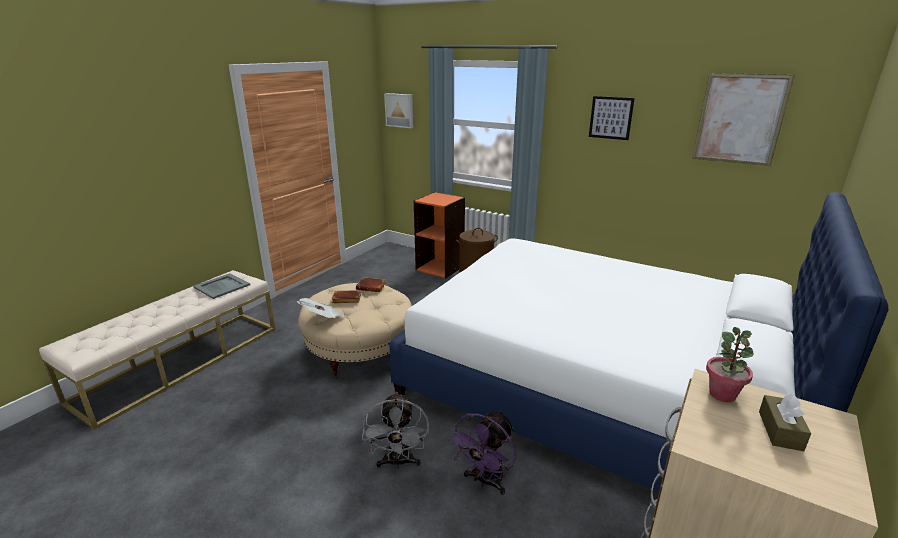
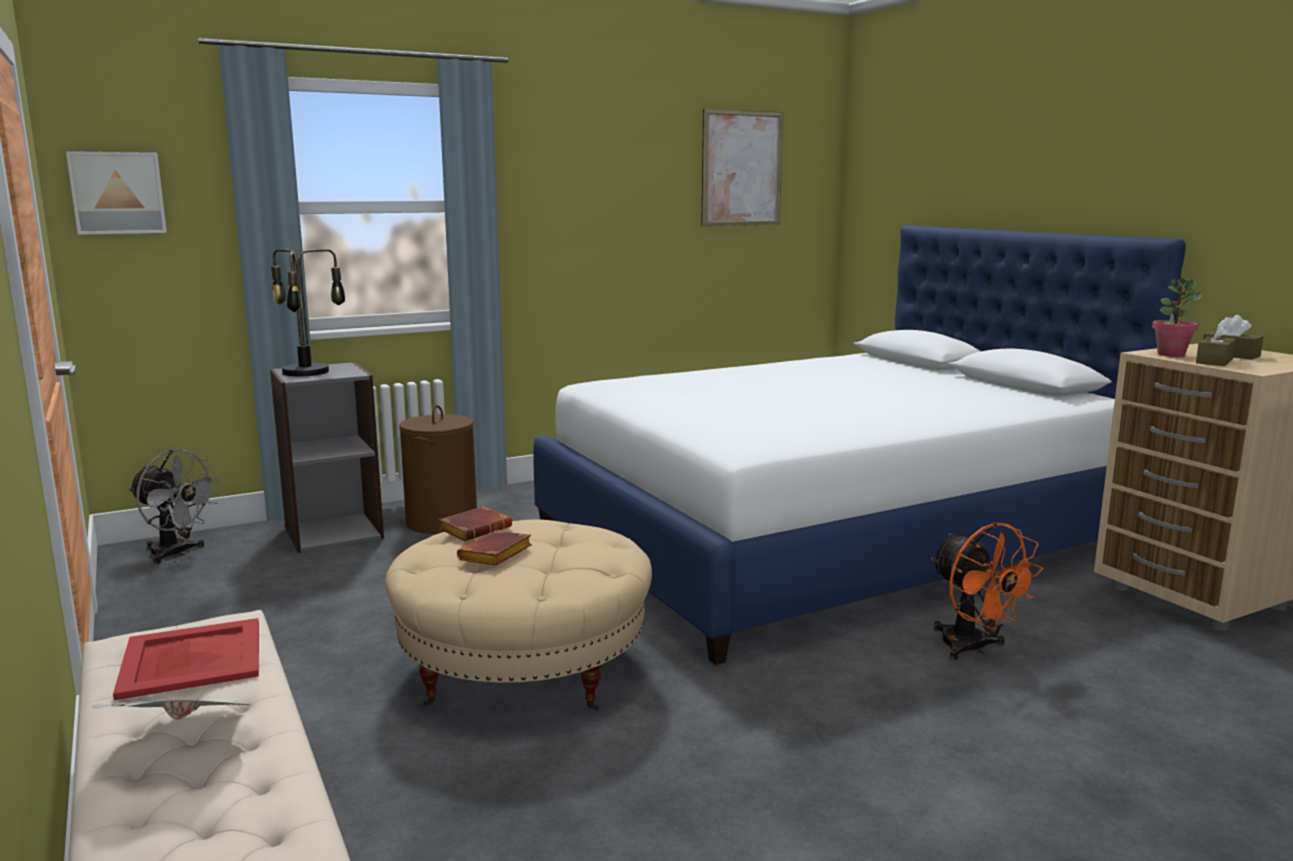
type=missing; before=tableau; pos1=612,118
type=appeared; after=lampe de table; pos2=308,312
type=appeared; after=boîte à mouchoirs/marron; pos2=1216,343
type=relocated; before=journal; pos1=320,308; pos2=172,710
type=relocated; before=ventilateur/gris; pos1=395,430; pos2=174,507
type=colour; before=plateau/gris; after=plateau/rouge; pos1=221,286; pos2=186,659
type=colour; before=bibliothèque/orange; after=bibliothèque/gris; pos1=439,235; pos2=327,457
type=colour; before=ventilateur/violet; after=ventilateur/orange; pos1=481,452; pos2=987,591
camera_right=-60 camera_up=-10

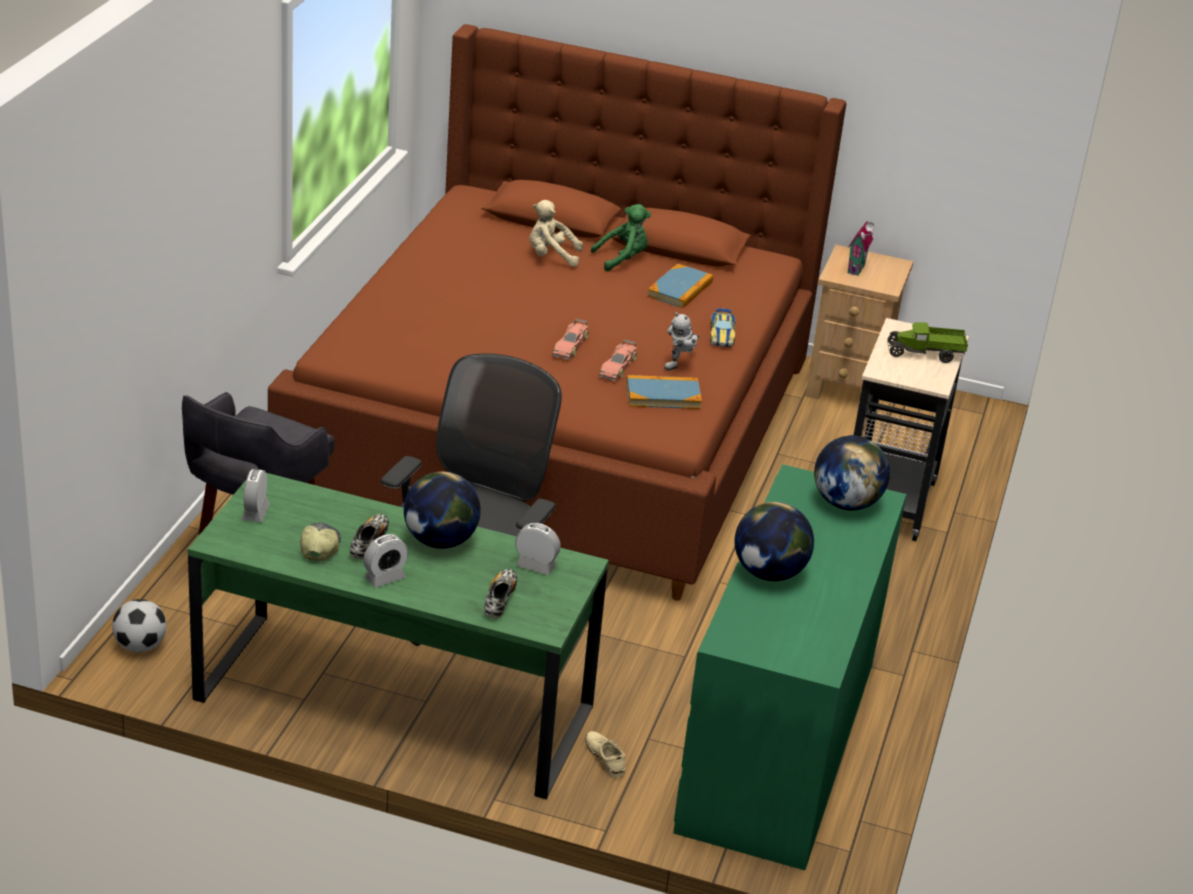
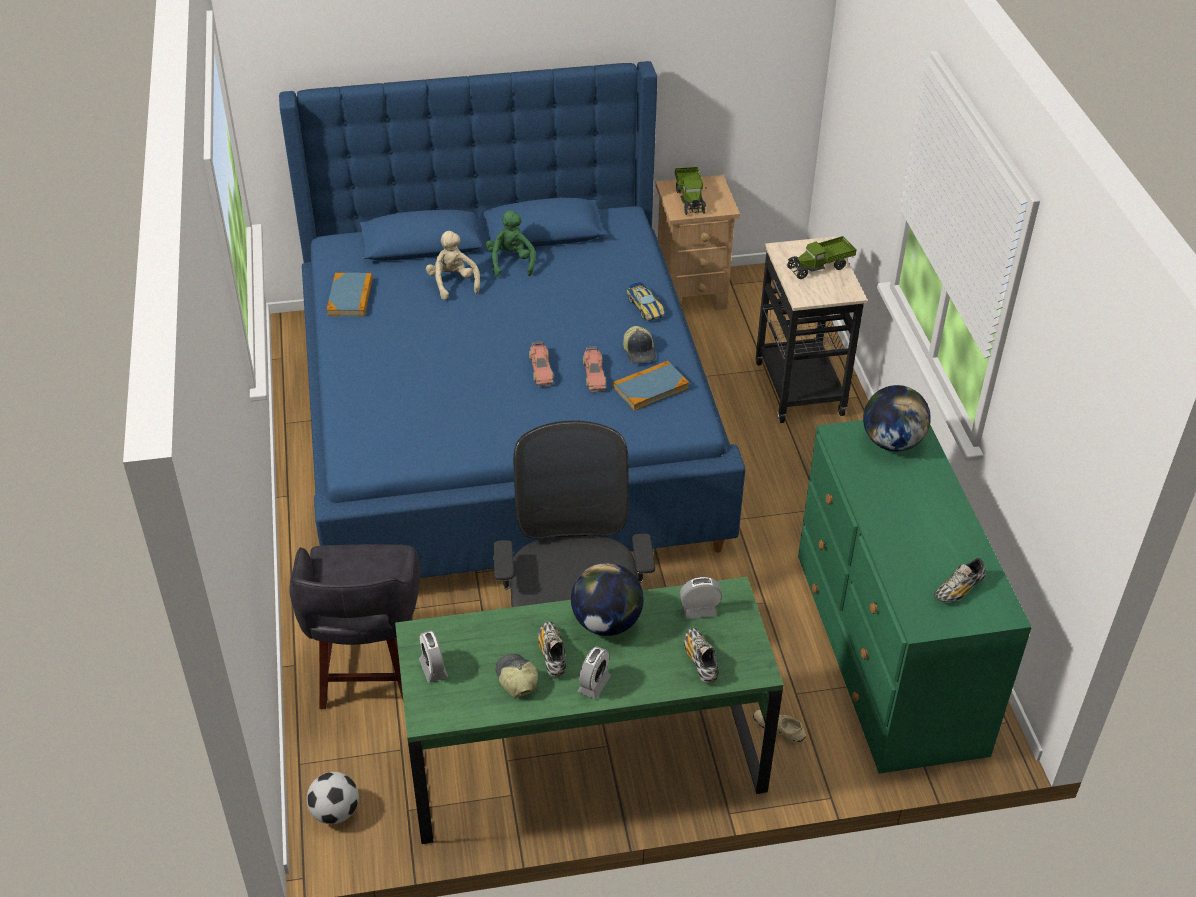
type=missing; before=globe; pos1=774,541
type=appeared; after=chaussure; pos2=960,580
type=relocated; before=livre; pos1=680,286; pos2=349,295
type=exchanged; before=robot jouet; after=casquette; pos1=681,341; pos2=639,345
type=exchanged; before=maison miniature; after=camion jouet; pos1=861,248; pos2=691,191
type=colour; before=lit/marron; after=lit/bleu; pos1=557,312; pos2=512,319
type=spun; before=peluche/beige; pos1=556,233; pos2=453,265; turn=90
type=spun; before=peluche/vert; pos1=621,237; pos2=511,243; turn=-45
camera_right=-25 camera_up=10

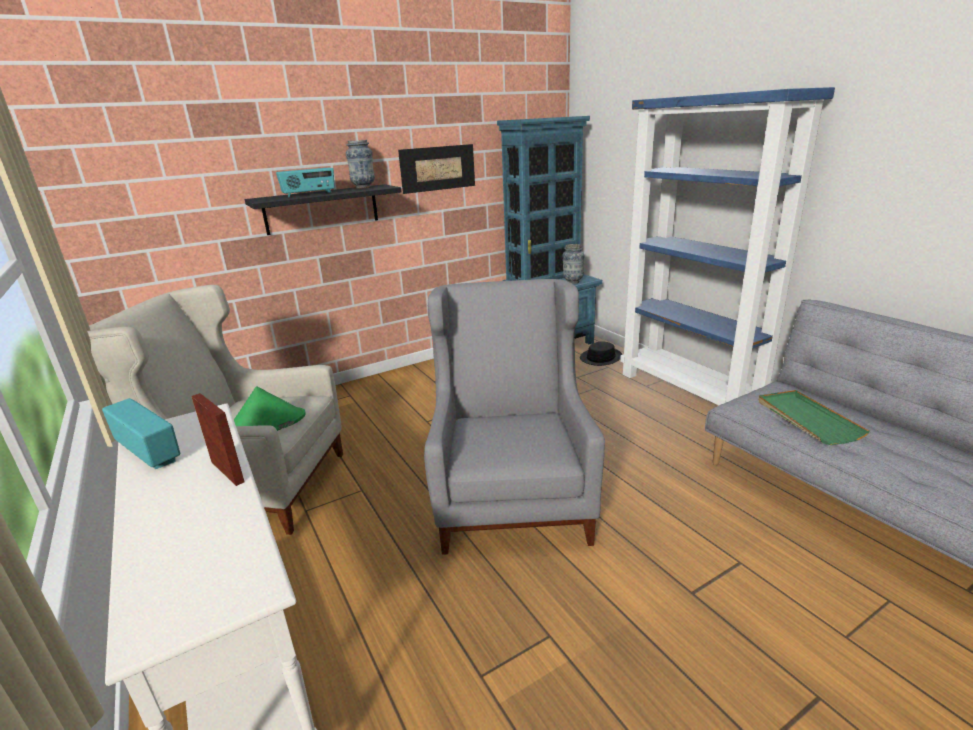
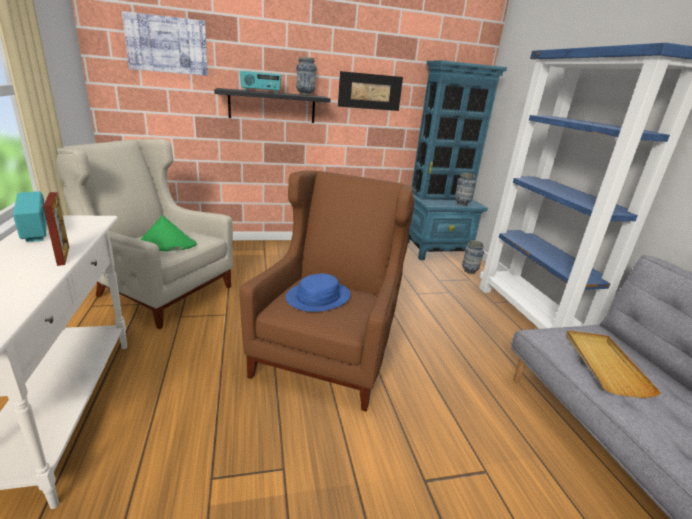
type=appeared; after=tableau; pos2=165,43
type=appeared; after=chapeau/bleu; pos2=318,292
type=exchanged; before=chapeau/noir; after=vase; pos1=601,353; pos2=473,257
type=colour; before=fauteuil/gris; after=fauteuil/marron; pos1=514,417; pos2=327,290
type=colour; before=plateau/vert; after=plateau/beige; pos1=814,417; pos2=613,364
camera_right=15 camera_up=0

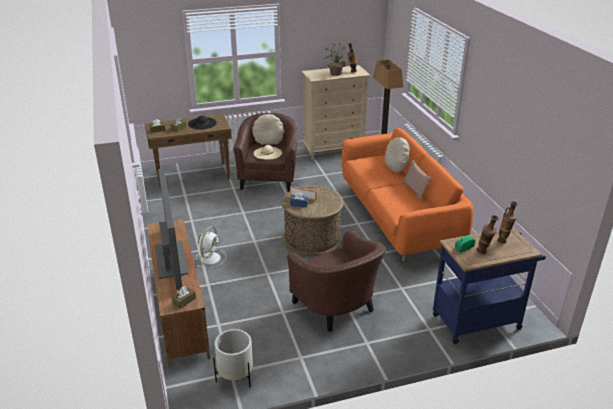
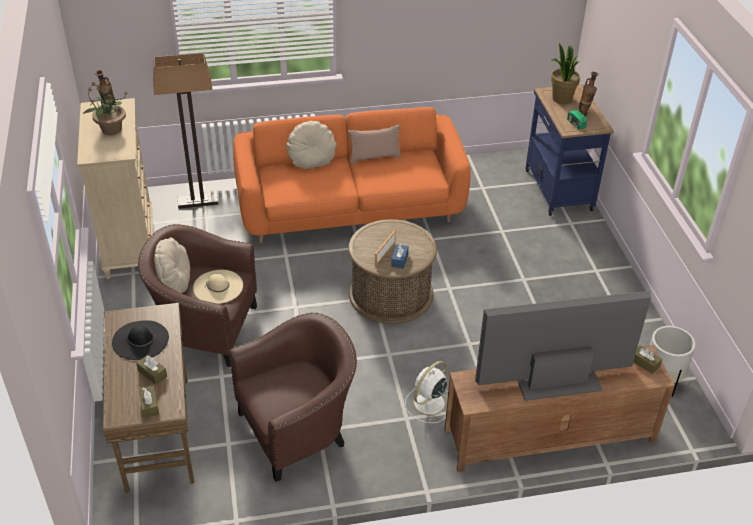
type=relocated; before=fauteuil/marron; pos1=336,280; pos2=293,397
type=exchanged; before=vase; after=plante en pot; pos1=507,222; pos2=565,73
type=spun; before=ventilateur/blanc; pos1=211,247; pos2=426,392; turn=-75
camera_right=-85 camera_up=10

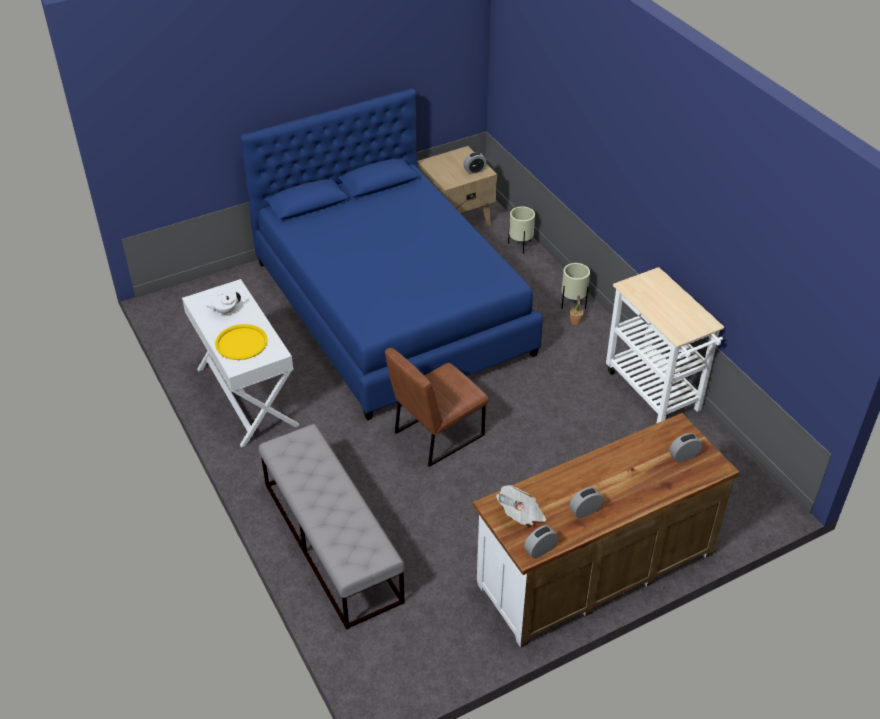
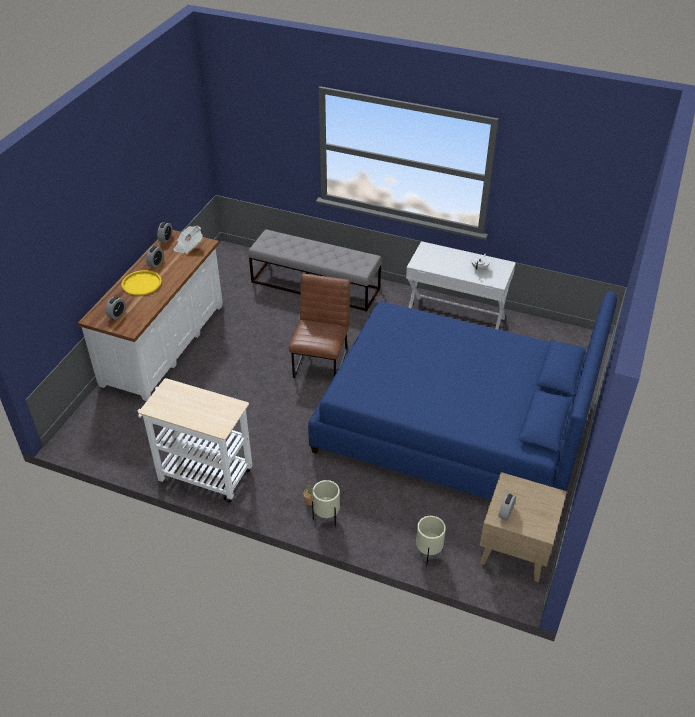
type=relocated; before=plateau/jaune; pos1=241,342; pos2=141,283
camera_right=140 camera_up=0

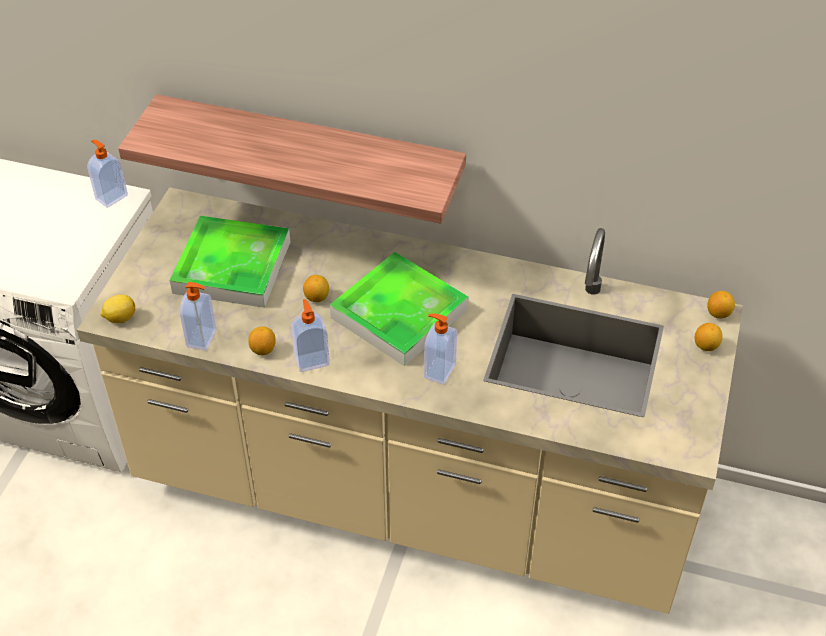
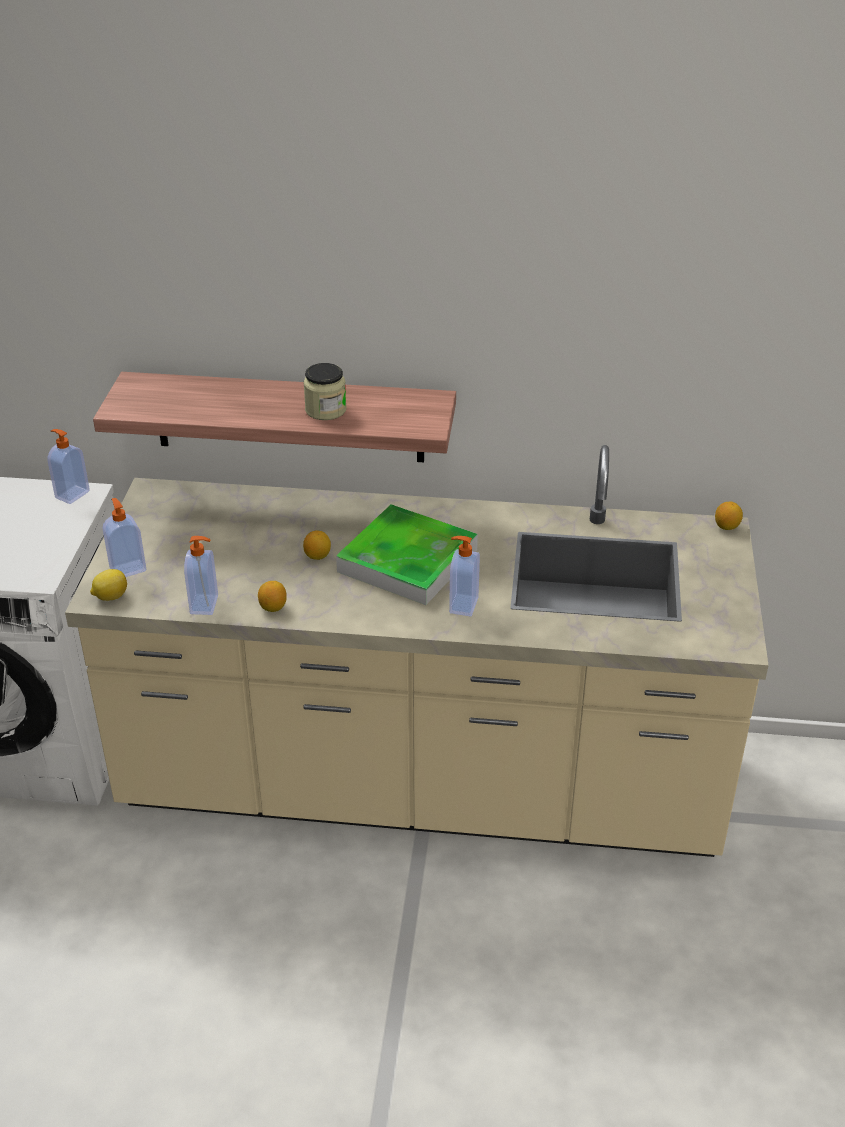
type=missing; before=plateau; pos1=230,262
type=missing; before=citron; pos1=708,337
type=appeared; after=bocal; pos2=325,391
type=relocated; before=distributeur de savon; pos1=310,335; pos2=124,537
camera_right=-10 camera_up=-10

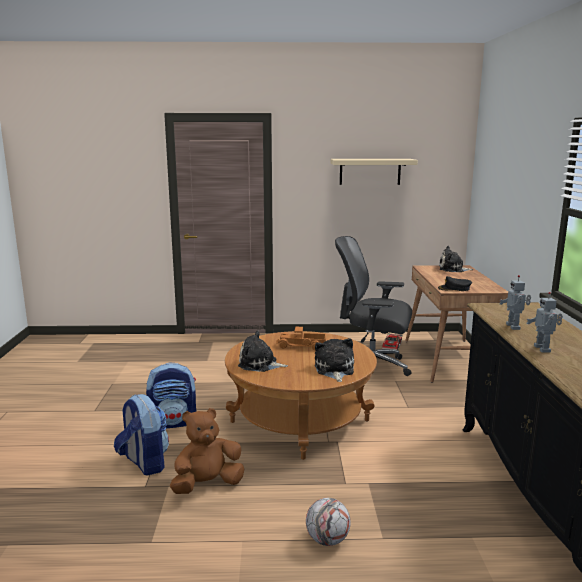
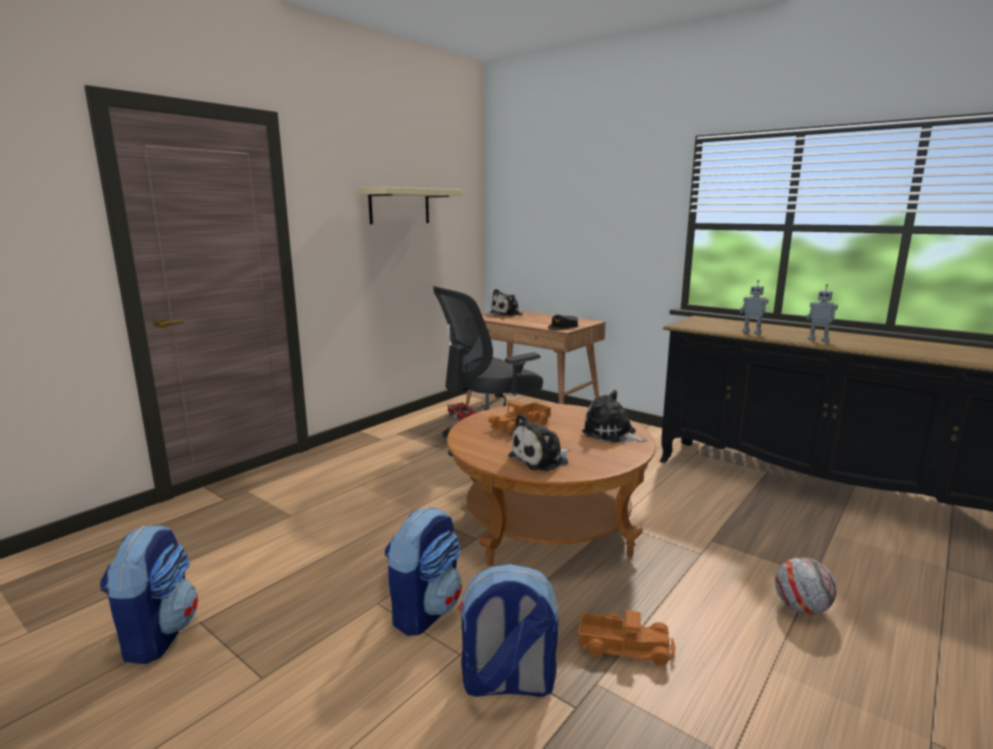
type=appeared; after=sac à dos; pos2=149,594
type=exchanged; before=peluche/marron; after=camion jouet; pos1=207,451; pos2=626,637
camera_right=-50 camera_up=0

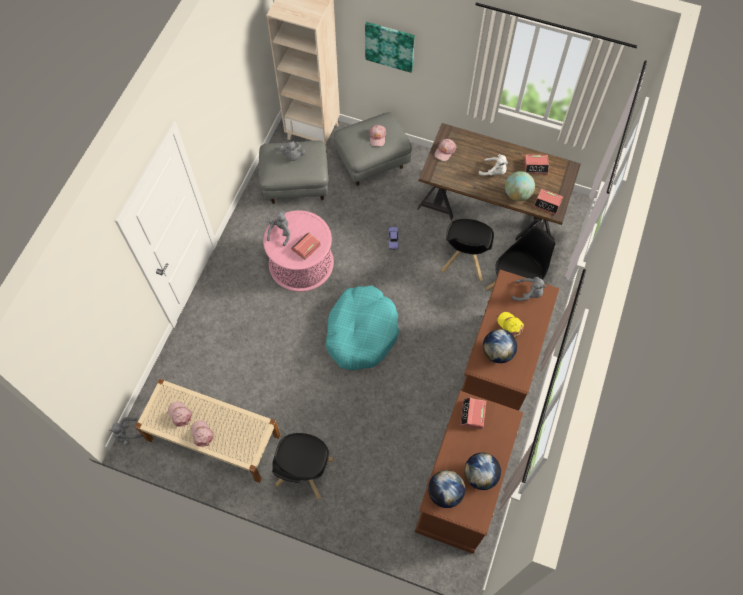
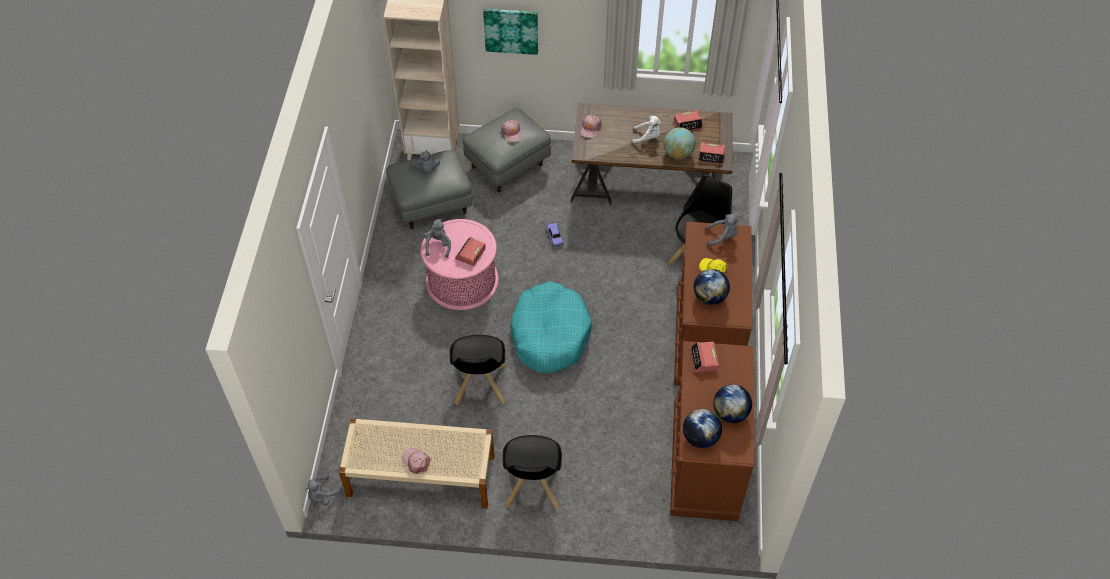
type=missing; before=casquette/rose; pos1=180,414
type=relocated; before=chaise/noir; pos1=467,250; pos2=477,370
camera_right=-15 camera_up=-10

